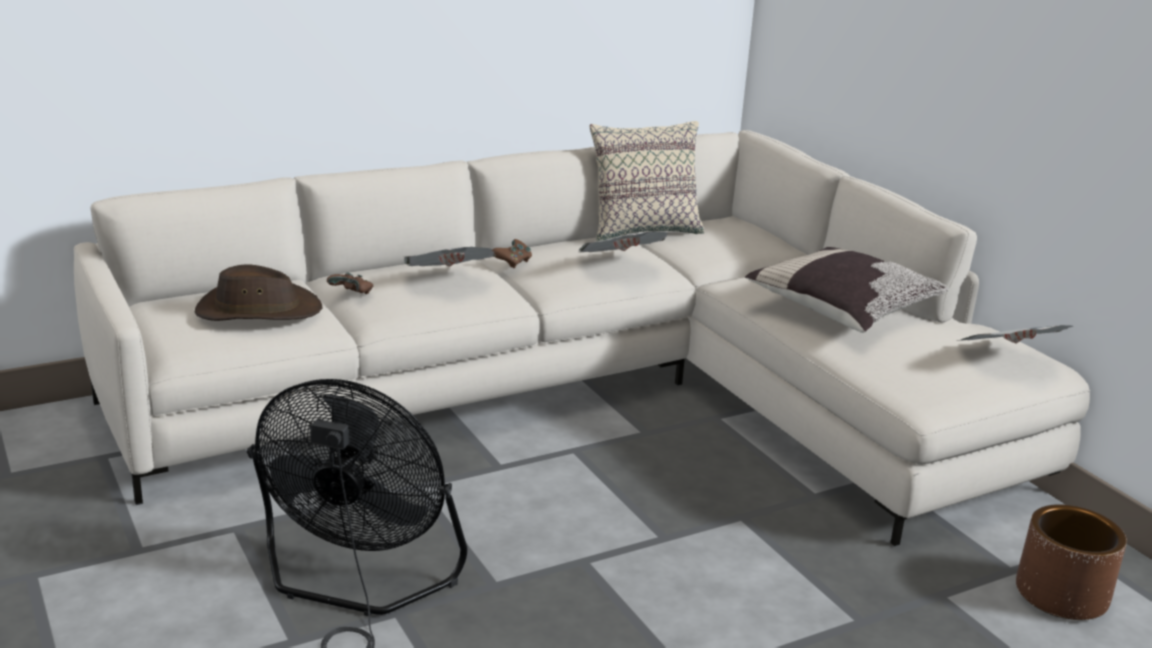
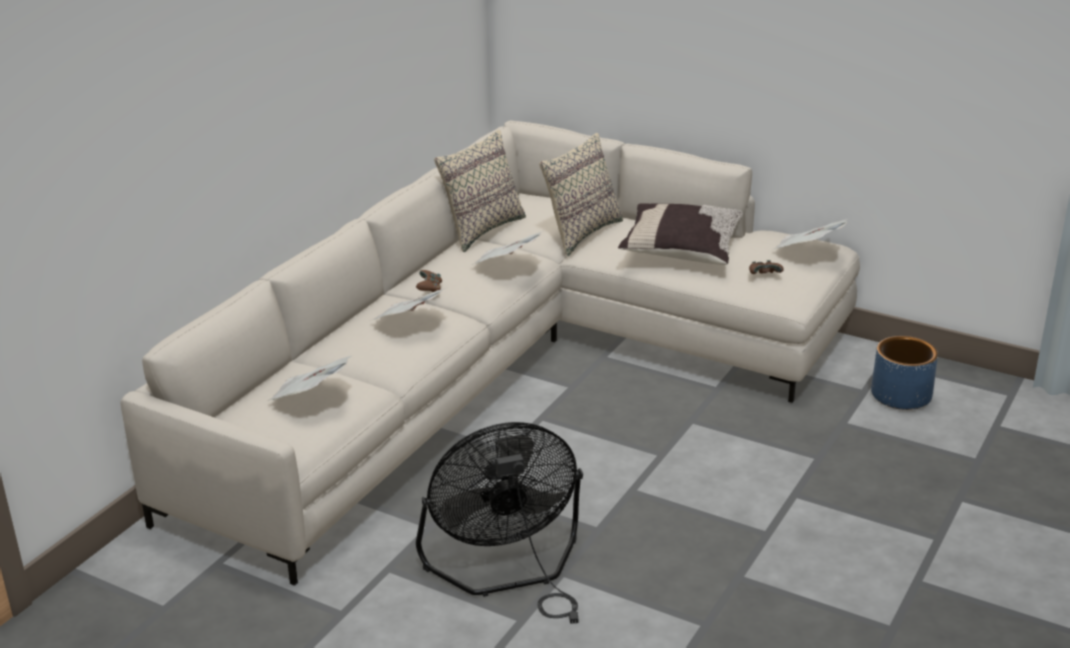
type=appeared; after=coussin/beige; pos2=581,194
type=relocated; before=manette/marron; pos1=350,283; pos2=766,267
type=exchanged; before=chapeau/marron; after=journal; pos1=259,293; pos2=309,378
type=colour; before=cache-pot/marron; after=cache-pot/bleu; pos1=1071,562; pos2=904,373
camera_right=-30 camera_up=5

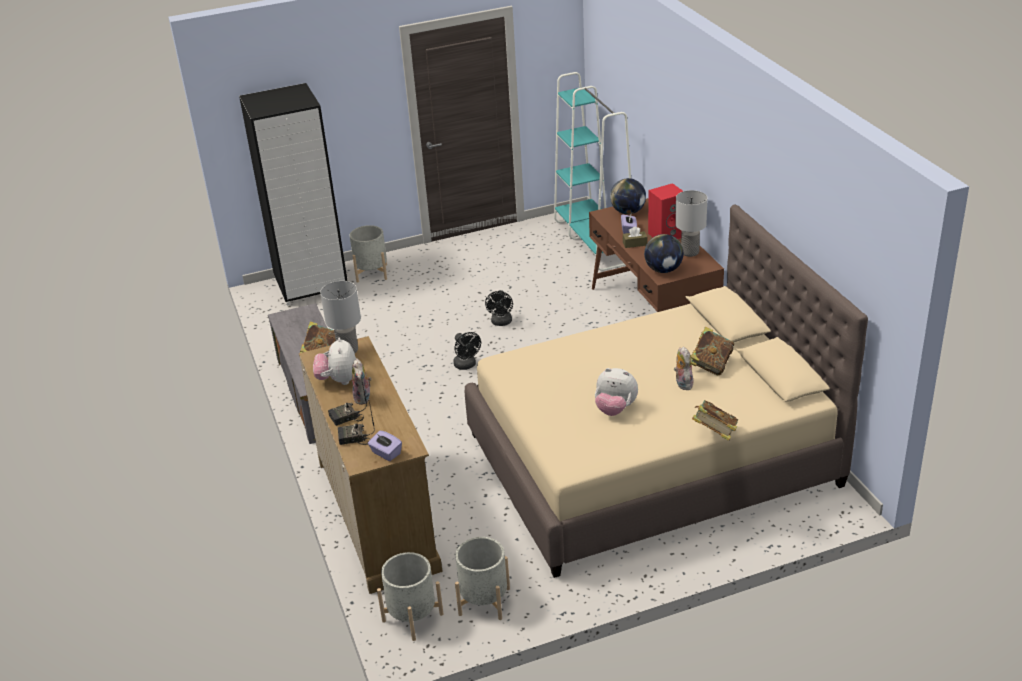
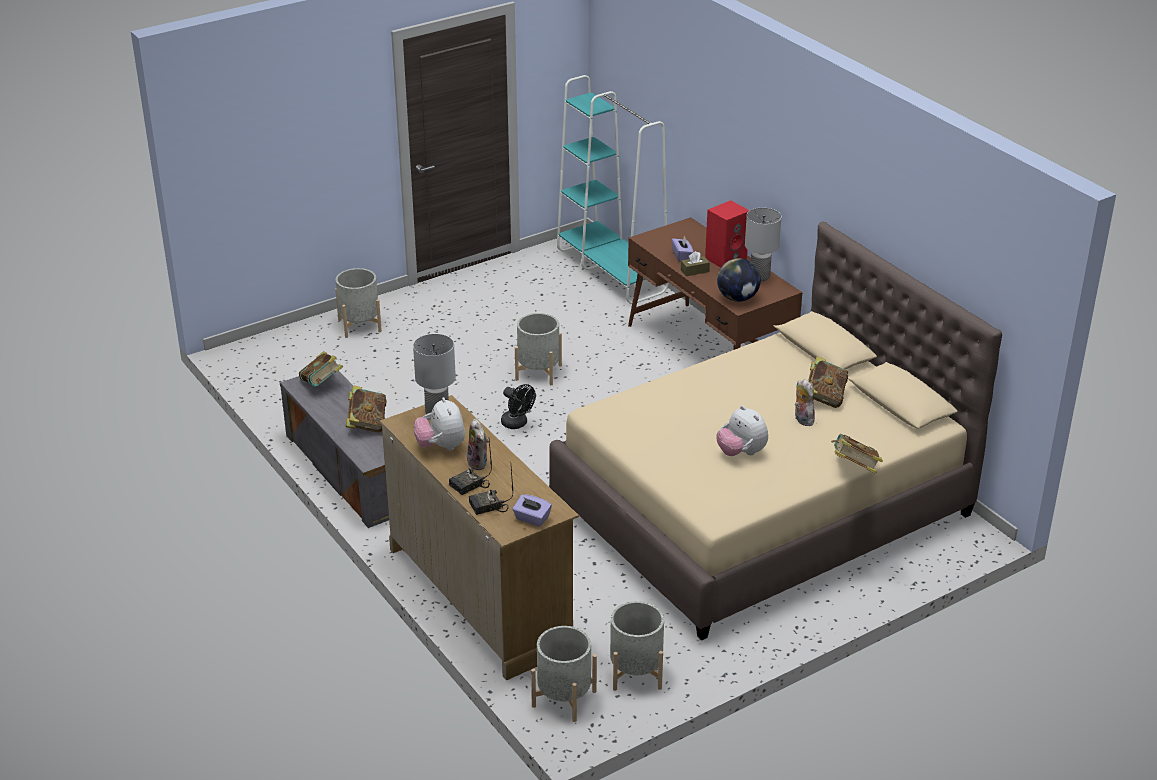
type=missing; before=armoire; pos1=293,194
type=missing; before=globe; pos1=628,196
type=appeared; after=livre; pos2=321,368
type=exchanged; before=ventilateur/noir; after=cache-pot/gris; pos1=499,308; pos2=538,349
type=spun; before=peluche; pos1=616,392; pos2=742,431; turn=45
camera_right=-15 camera_up=0

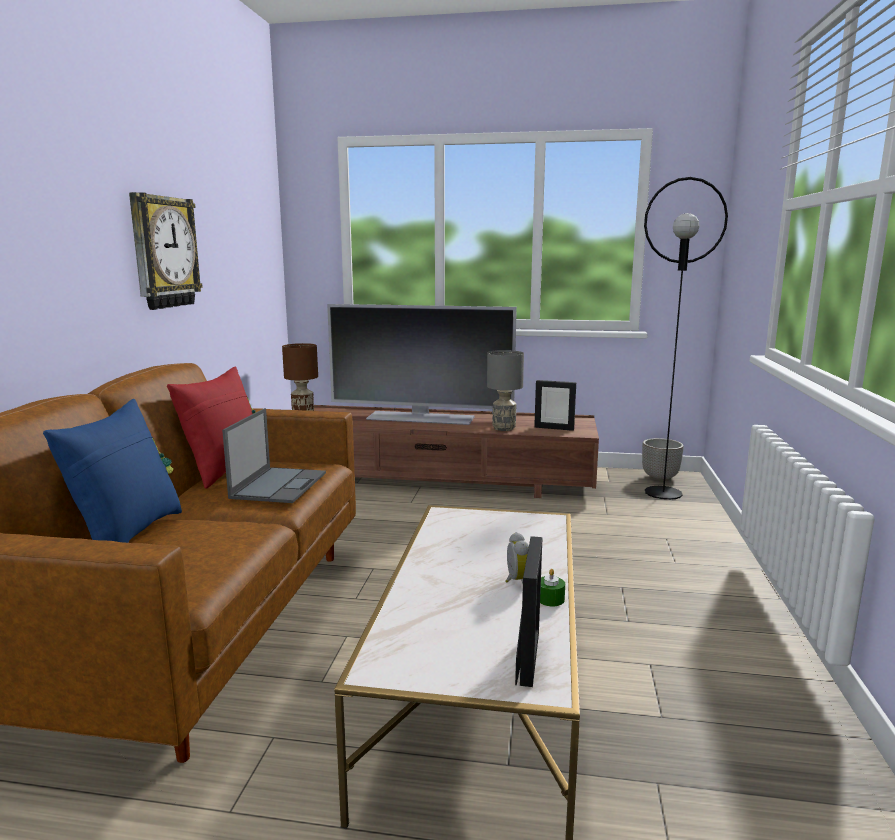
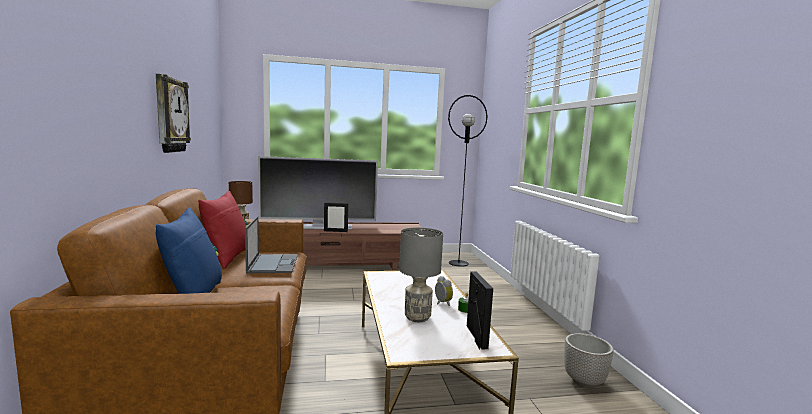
type=relocated; before=lampe de table/gris; pos1=505,390; pos2=421,275
type=relocated; before=cadre photo; pos1=555,405; pos2=336,217
type=relocated; before=cache-pot; pos1=663,459; pos2=589,360
camera_right=-20 camera_up=-5

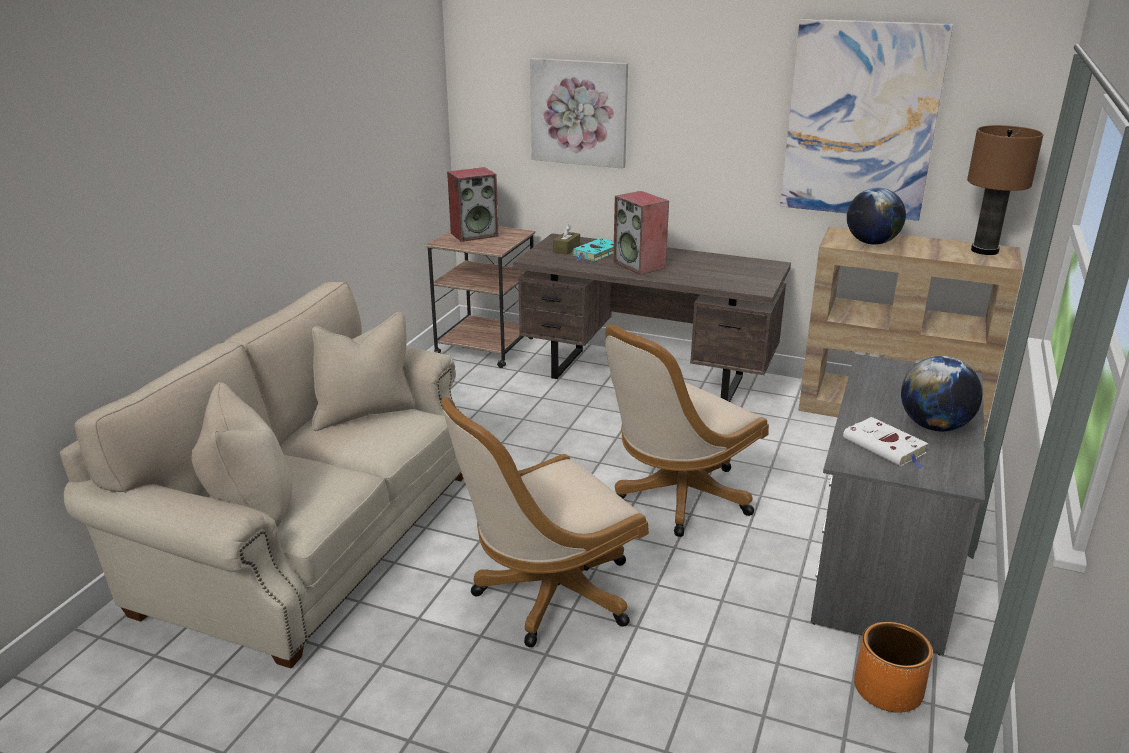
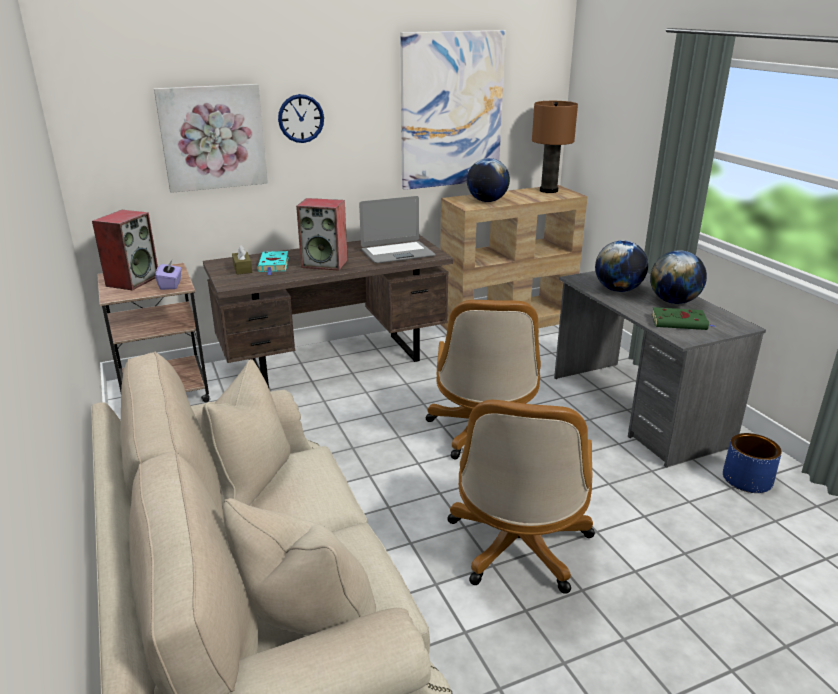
type=appeared; after=boîte à mouchoirs/violet; pos2=168,275
type=appeared; after=horloge murale; pos2=301,118
type=appeared; after=ordinateur portable; pos2=397,229
type=appeared; after=globe; pos2=621,266
type=colour; before=livre/blanc; after=livre/vert; pos1=885,442; pos2=683,318
type=colour; before=cache-pot/orange; after=cache-pot/bleu; pos1=893,667; pos2=752,463
camera_right=-45 camera_up=0

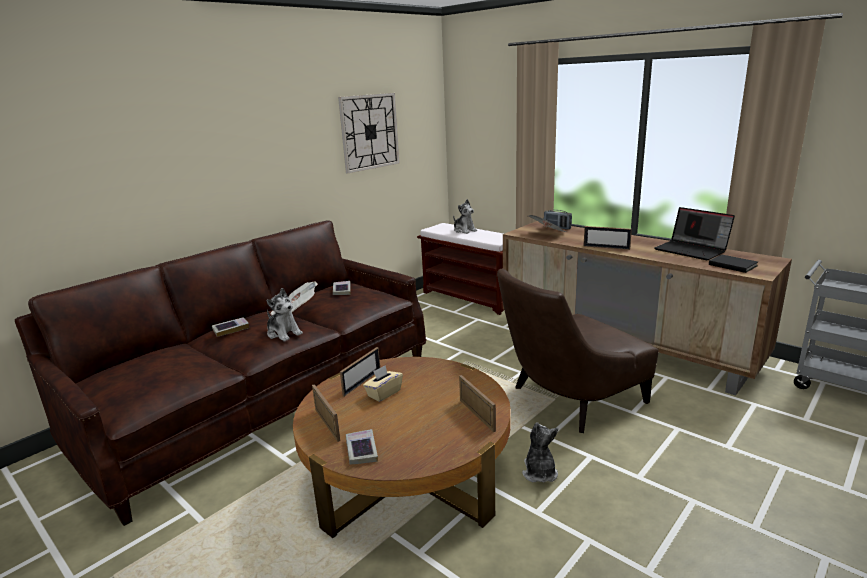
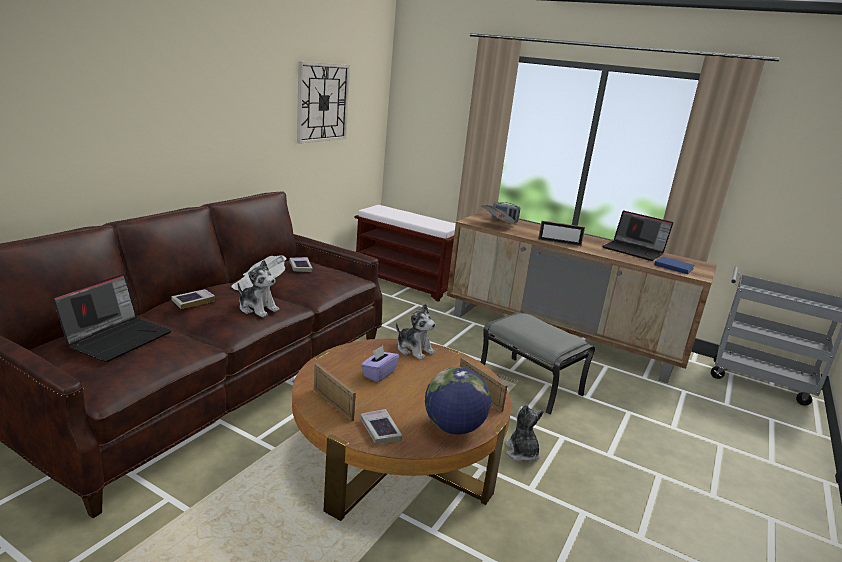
type=missing; before=cadre photo; pos1=360,372
type=appeared; after=ordinateur portable; pos2=112,318
type=appeared; after=globe; pos2=458,401
type=relocated; before=peluche; pos1=465,216; pos2=416,332
type=exchanged; before=fauteuil/marron; after=pouf/gris; pos1=578,351; pos2=538,363
type=colour; before=boîte à mouchoirs/beige; after=boîte à mouchoirs/violet; pos1=383,383; pos2=380,364
type=colour; before=livre/noir; after=livre/bleu; pos1=733,263; pos2=674,265
camera_right=-15 camera_up=0

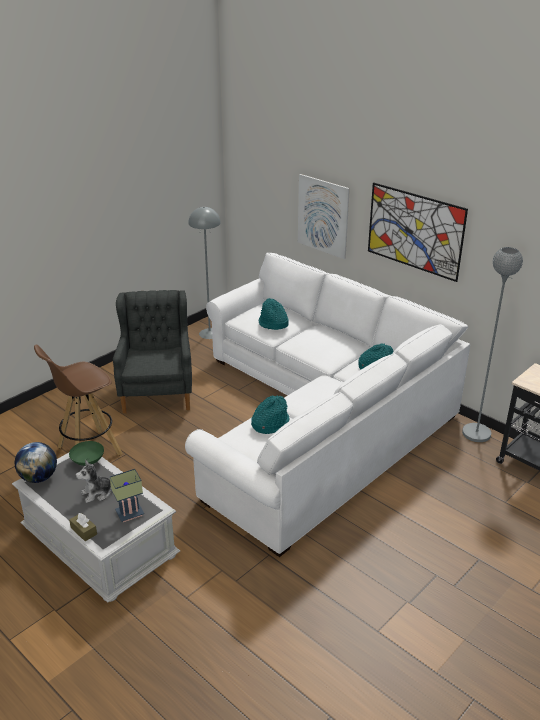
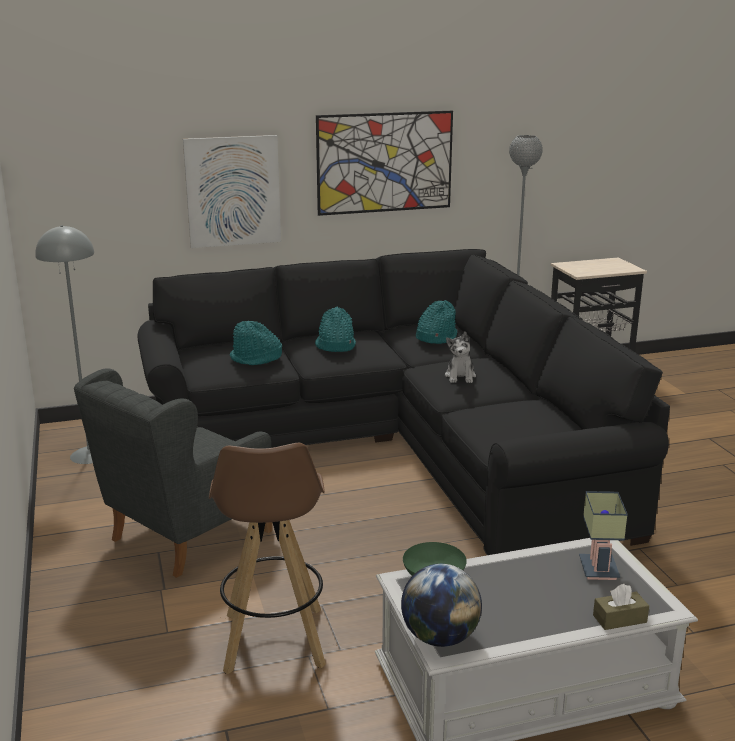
type=relocated; before=peluche; pos1=93,481; pos2=460,357
type=relocated; before=chapeau/turquoise; pos1=270,414; pos2=335,329
type=colour; before=canapé/blanc; after=canapé/noir; pos1=327,405; pos2=404,402
type=spun; before=fauteuil/gris; pos1=152,351; pos2=173,473; turn=-75
camera_right=-60 camera_up=-10

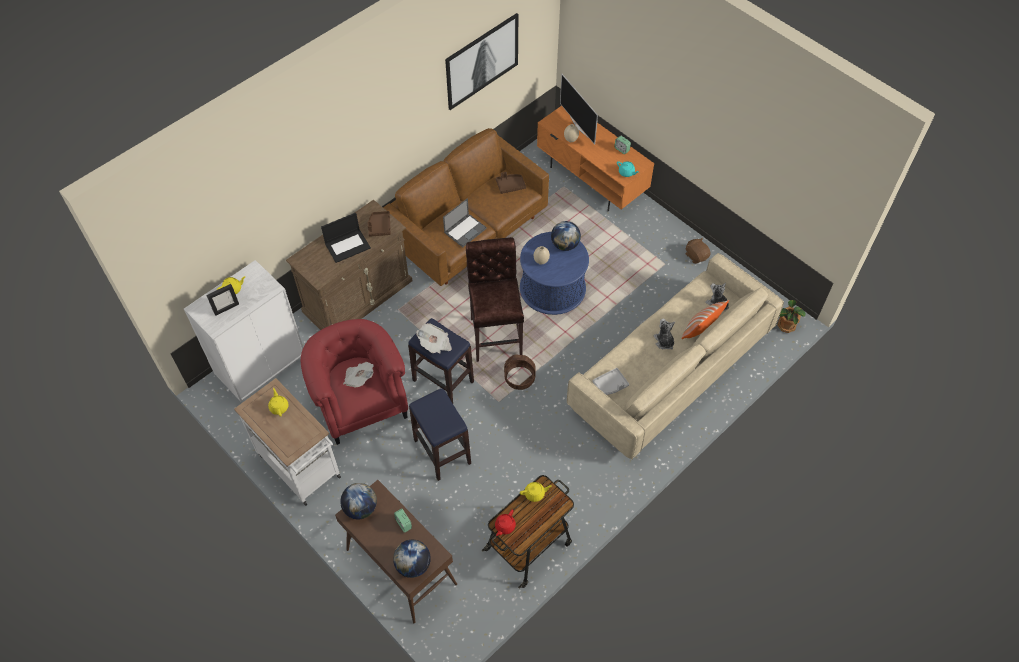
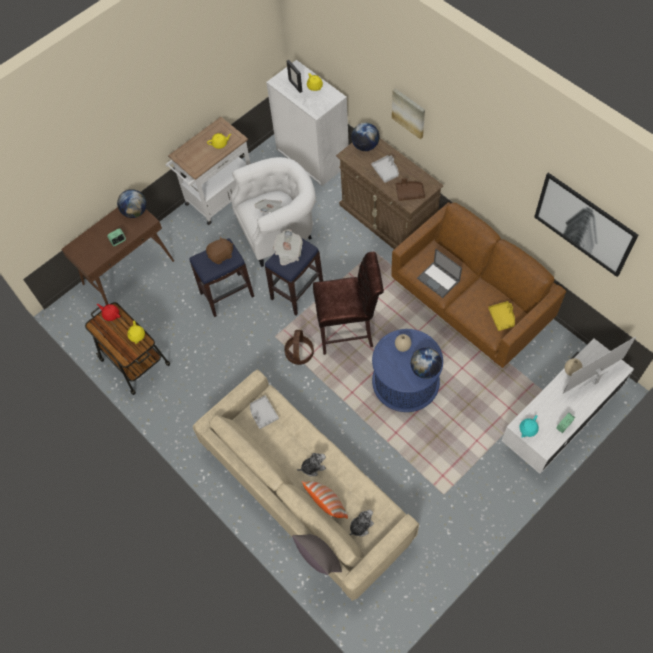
type=missing; before=plante en pot; pos1=791,316
type=appeared; after=coussin/gris; pos2=317,554
type=appeared; after=tableau; pos2=408,114
type=relocated; before=globe; pos1=412,559; pos2=365,137
type=relocated; before=peluche/marron; pos1=698,251; pos2=219,250
type=exchanged; before=ordinateur portable; after=plateau/gris; pos1=346,238; pos2=385,169
type=colour; before=fauteuil/rouge; after=fauteuil/blanc; pos1=354,382; pos2=273,212
type=colour; before=plateau/marron; after=plateau/jaune; pos1=511,183; pos2=501,316
type=colour; before=meuble télé/orange; after=meuble télé/blanc; pos1=595,159; pos2=568,406
camera_right=95 camera_up=5

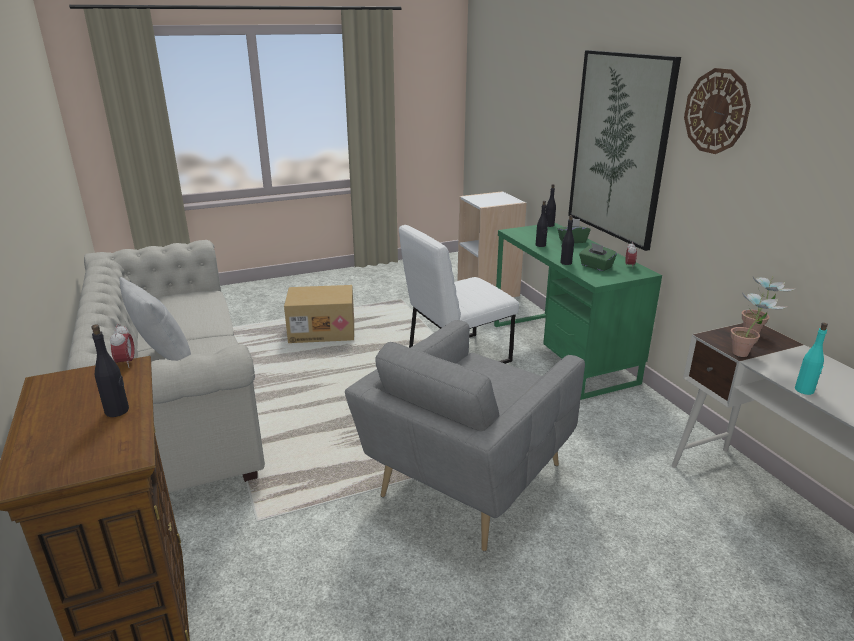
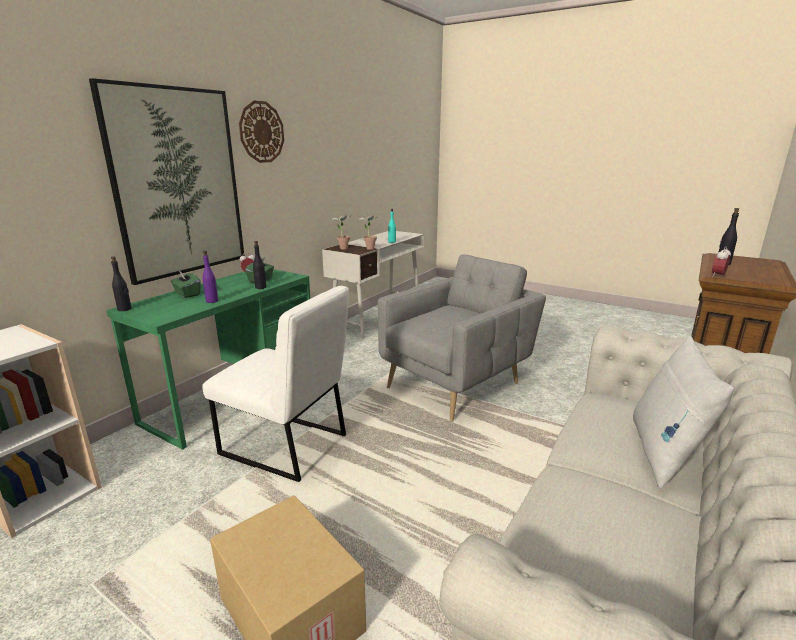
type=colour; before=bouteille/noir; after=bouteille/violet; pos1=542,224; pos2=210,277
type=spun; before=fauteuil/gris; pos1=465,435; pos2=462,338; turn=-45
camera_right=-125 camera_up=-5

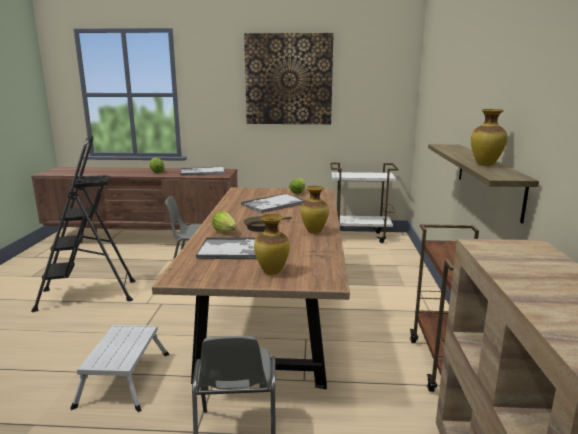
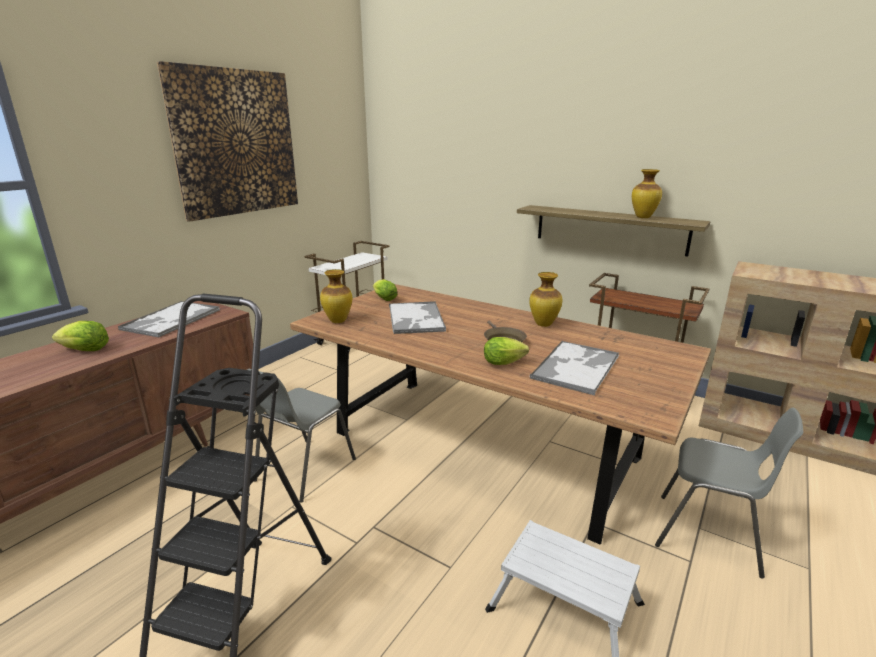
type=relocated; before=vase; pos1=272,244; pos2=336,296
camera_right=-60 camera_up=5

